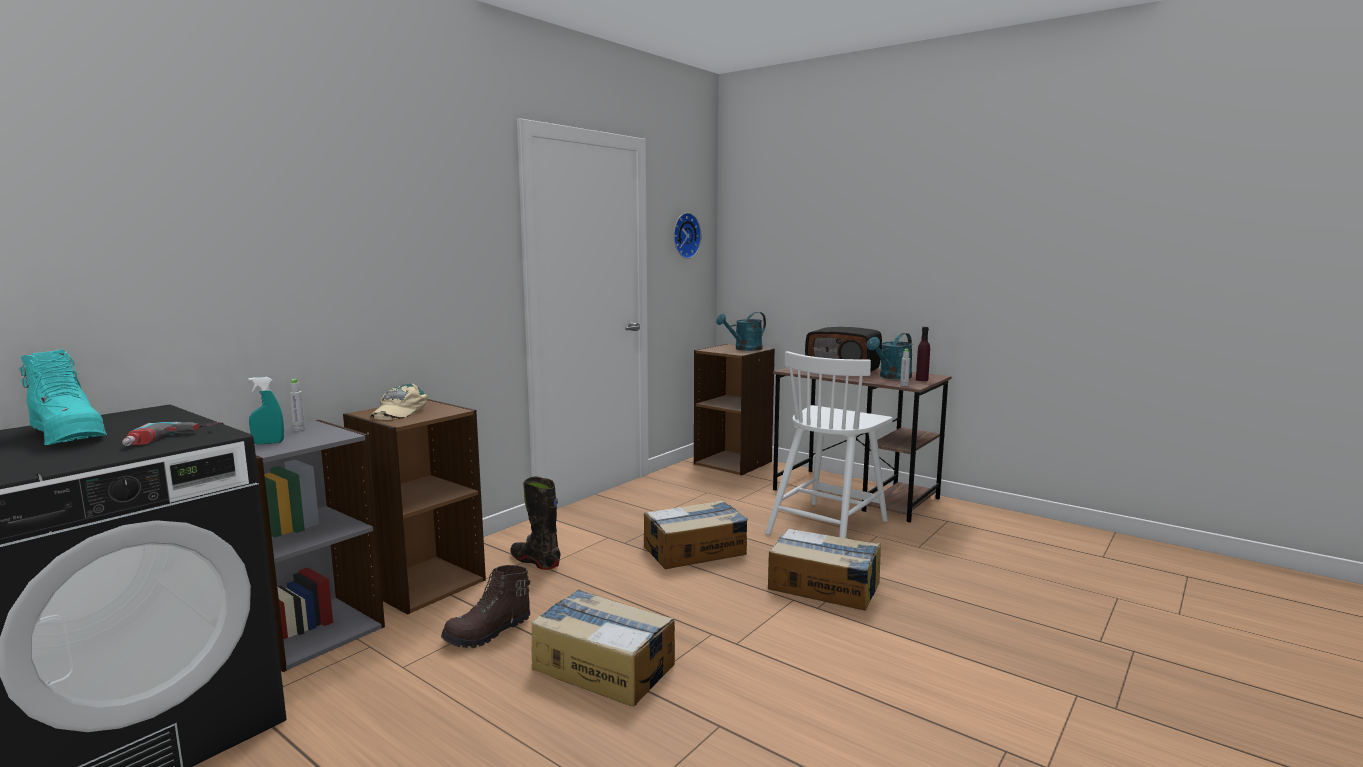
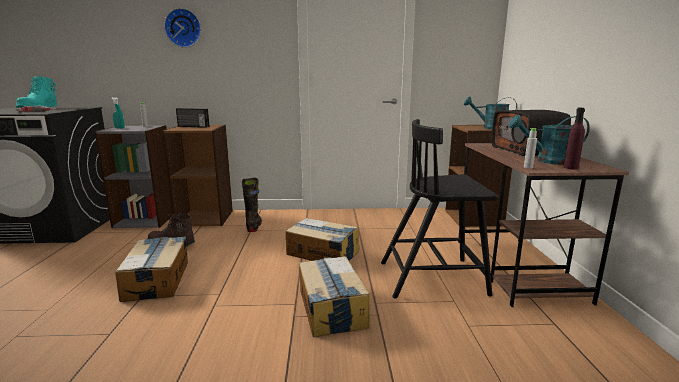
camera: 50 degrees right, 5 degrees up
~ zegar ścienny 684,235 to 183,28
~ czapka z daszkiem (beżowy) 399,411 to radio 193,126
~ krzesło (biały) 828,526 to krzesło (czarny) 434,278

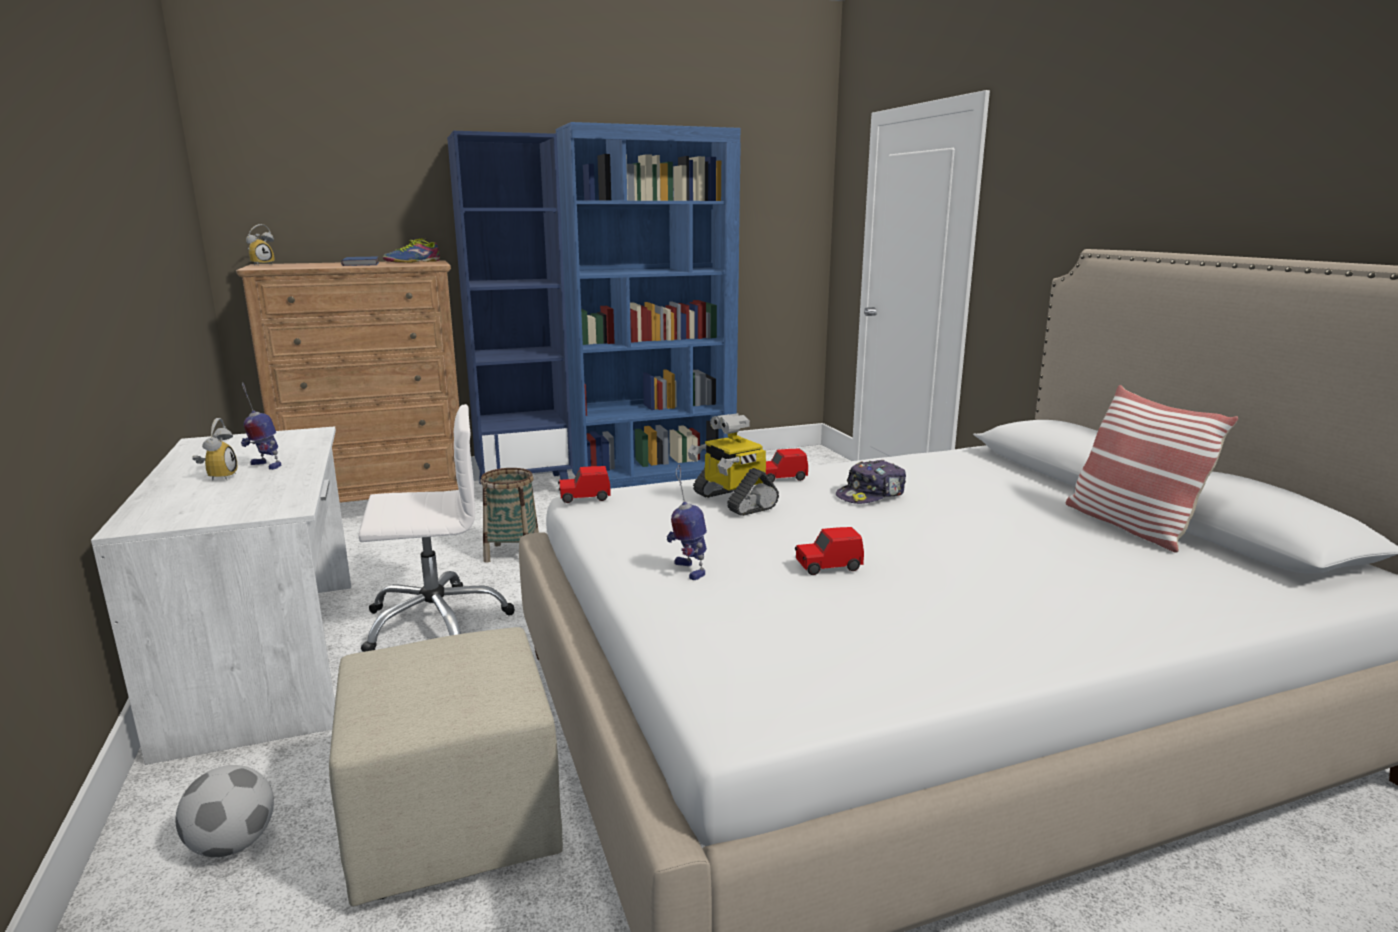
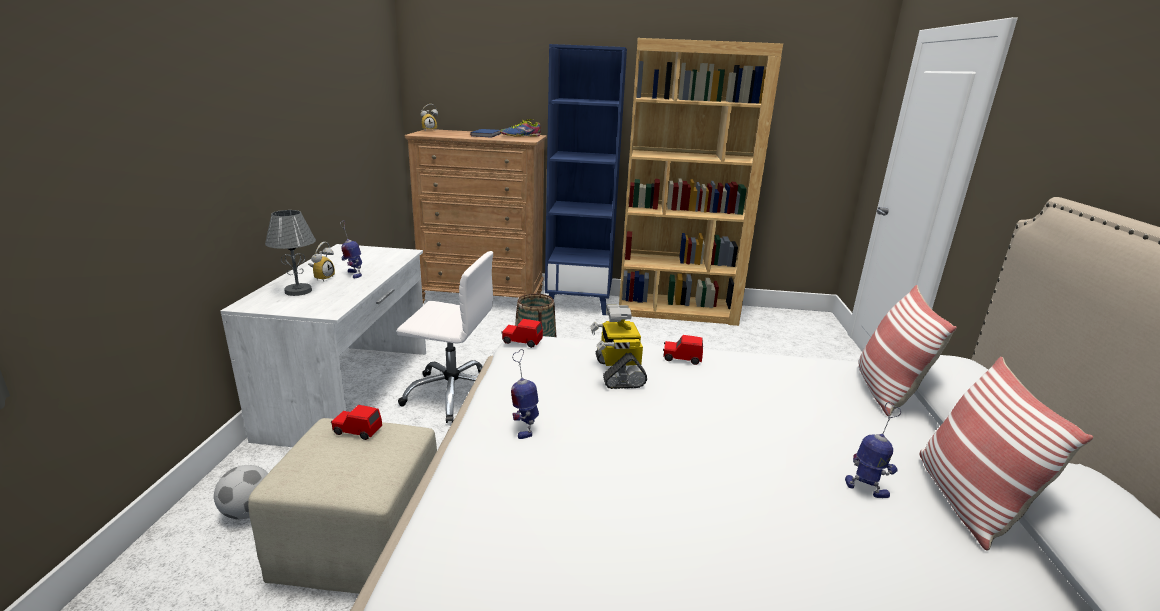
camera: 25 degrees right, 5 degrees up
+ lampa stołowa (szary) 298,291
~ samochodzik (czerwony) 828,566 to 357,431
~ regał (niebieski) 654,473 to regał (brązowy) 677,310
+ robot zabawkowy 866,489
+ poduszka 885,390
- czapka z daszkiem 871,495

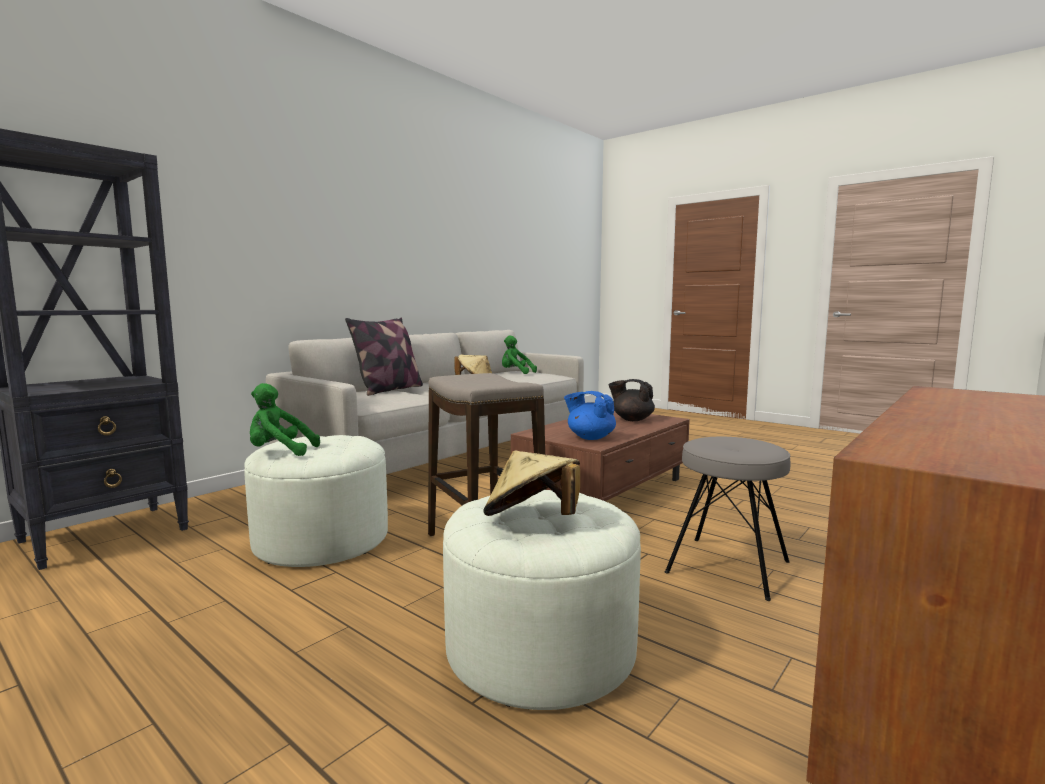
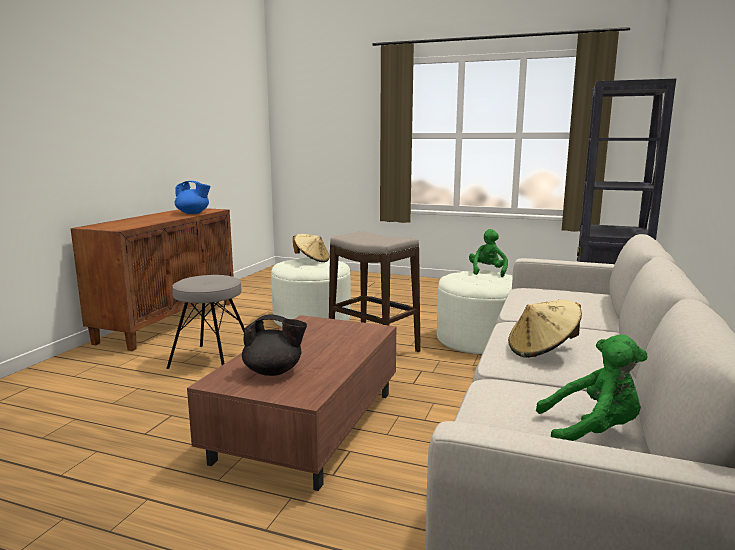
camera: 160 degrees right, 5 degrees up
~ imbryk (niebieski) 590,437 to 193,213
~ pluszak (zielony) 279,452 = 487,272 60 degrees counterclockwise
- poduszka 389,390

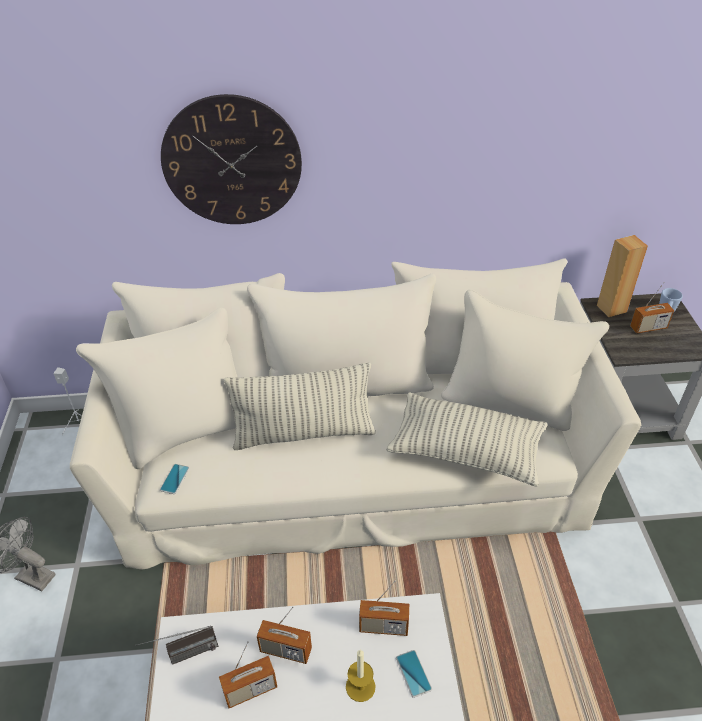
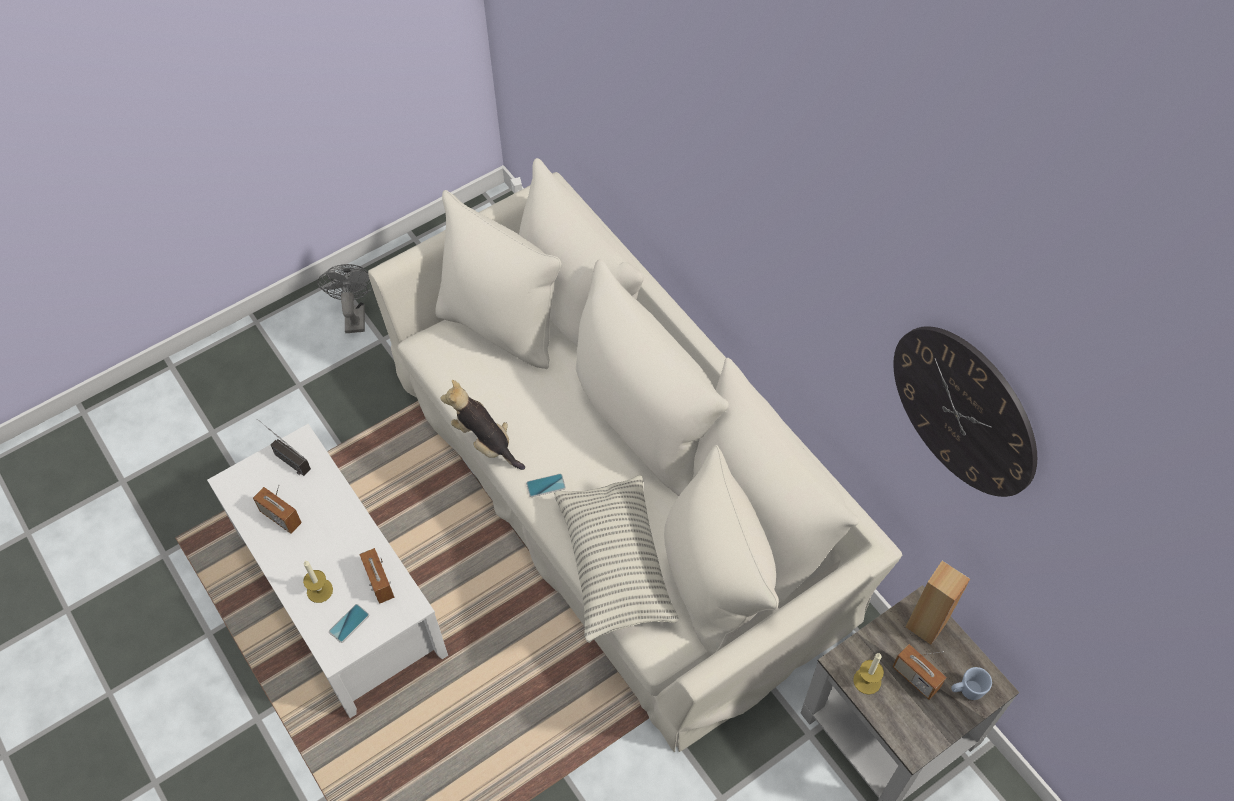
camera: 60 degrees right, 15 degrees up
+ pluszak 485,442
~ telefon 175,479 to 546,485
+ świeca 867,681
~ zegar ścienny 232,162 to 964,410
- poduszka 304,433
- radio 285,650

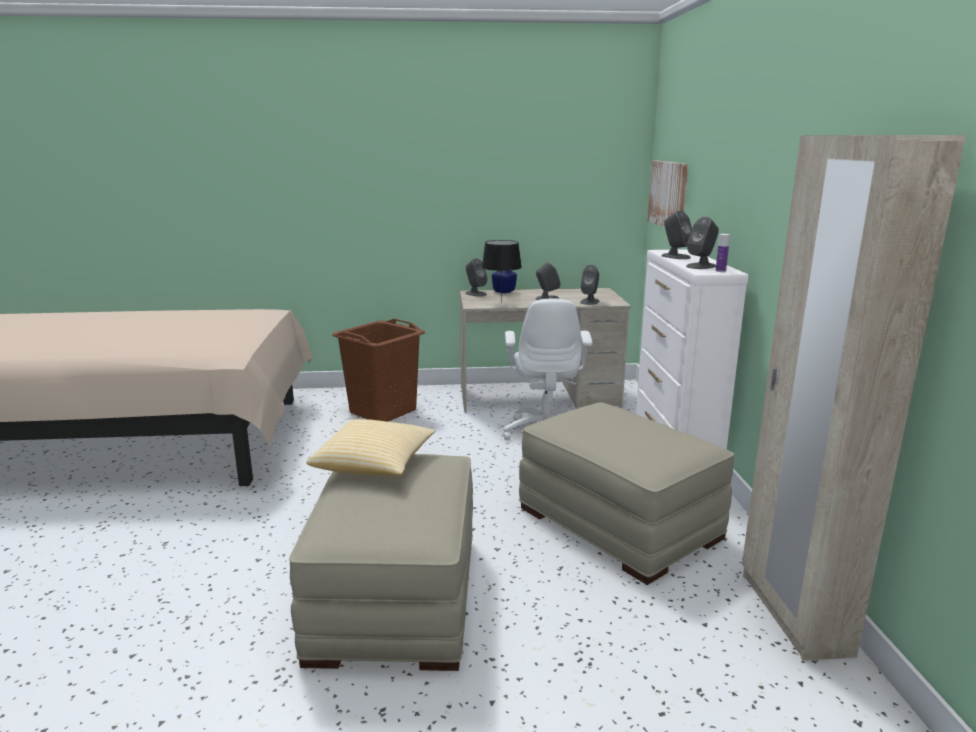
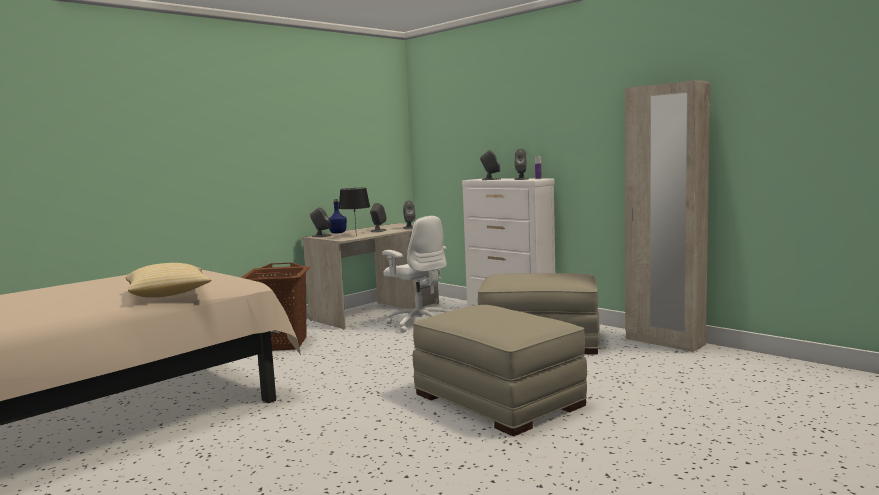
camera: 40 degrees left, 10 degrees down
~ poduszka 374,465 to 169,294
- obraz 669,194

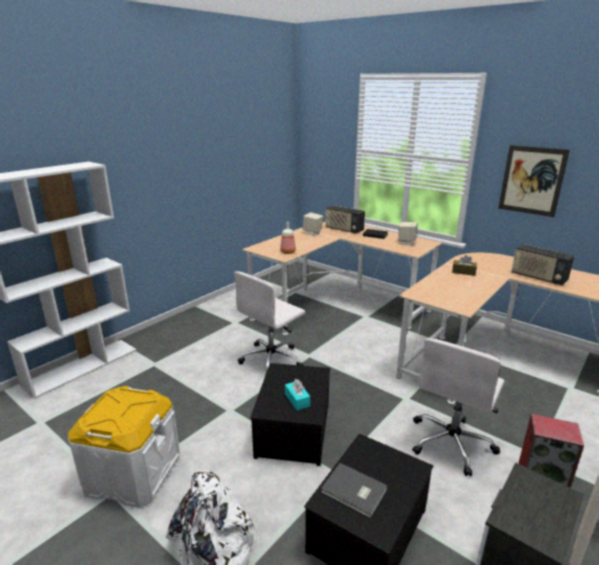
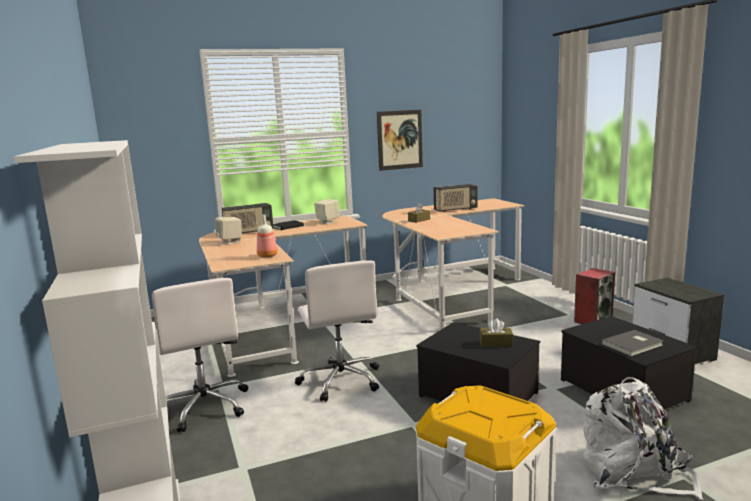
camera: 60 degrees left, 10 degrees down
~ krzesło biurowe (biały) 451,443 to 204,406
~ pudełko chusteczek (turkusowy) 297,400 to pudełko chusteczek (brązowy) 496,343

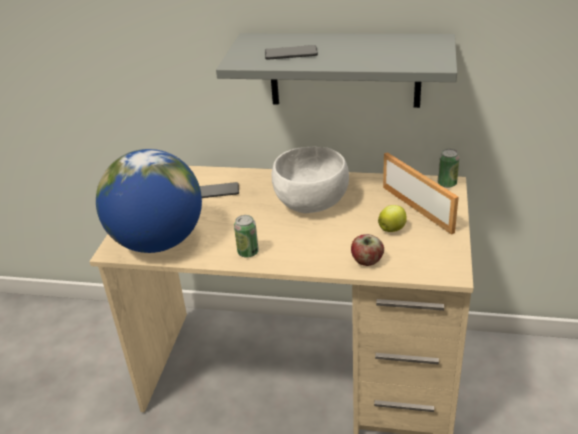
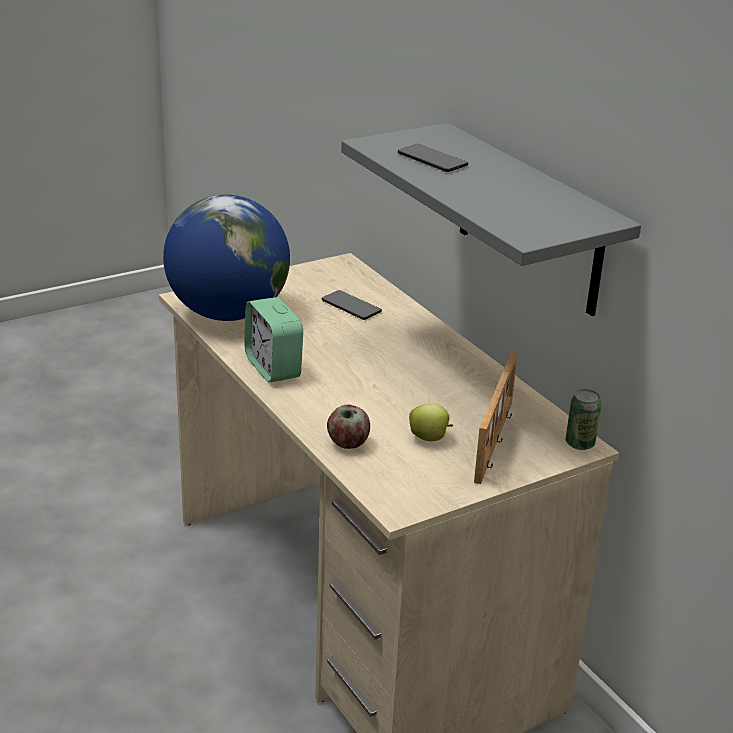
camera: 45 degrees right, 5 degrees down
~ puszka 248,252 to budzik 273,367
- miska (biały) 312,202

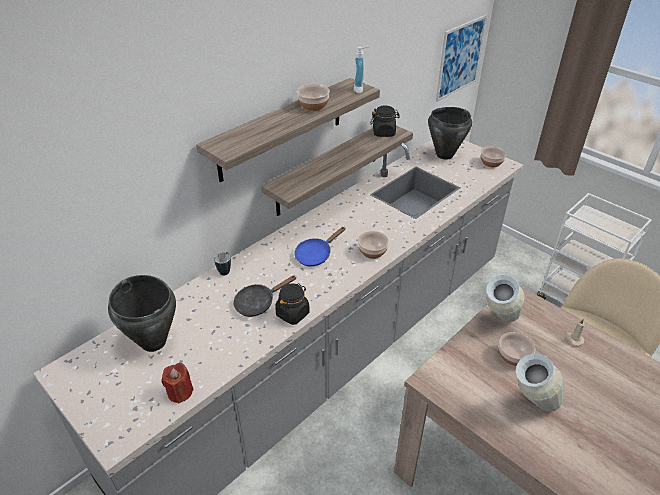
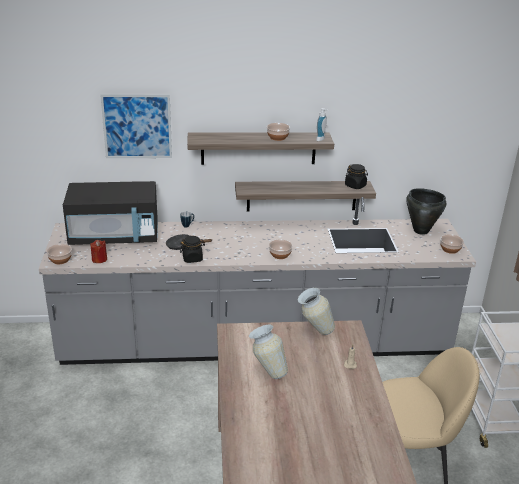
camera: 40 degrees right, 10 degrees down
~ miska 513,356 to 60,260
~ garnek (czarny) 154,341 to mikrofalówka (czarny) 115,236
~ obraz 460,58 to 137,126
- patelnia (niebieski) 316,255

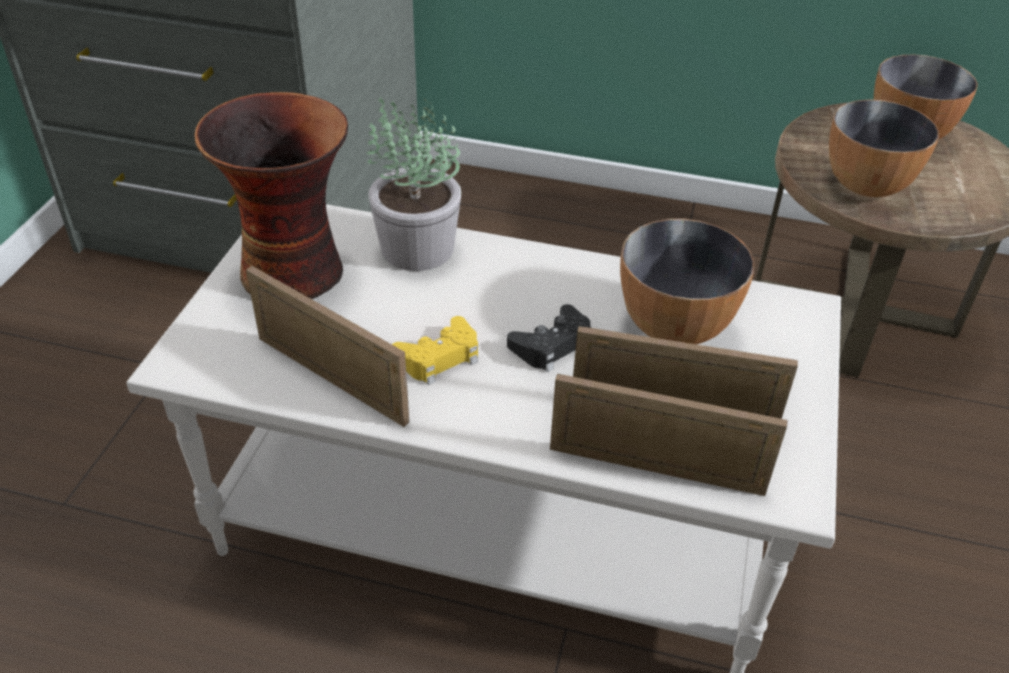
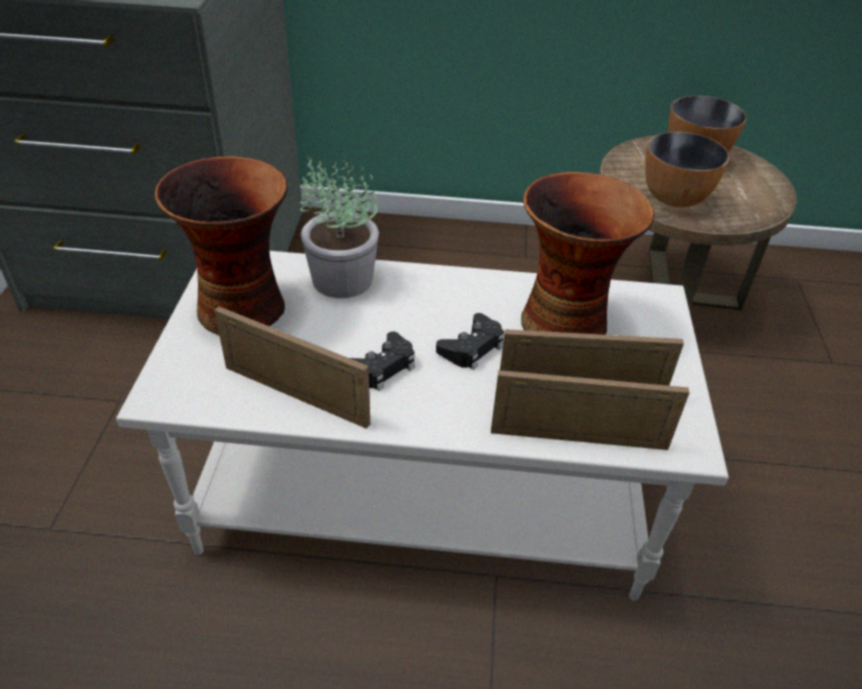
camera: 10 degrees left, 0 degrees up
~ pad do gier (żółty) 439,357 to pad do gier (czarny) 382,367
~ miska 675,326 to wazon 564,321

